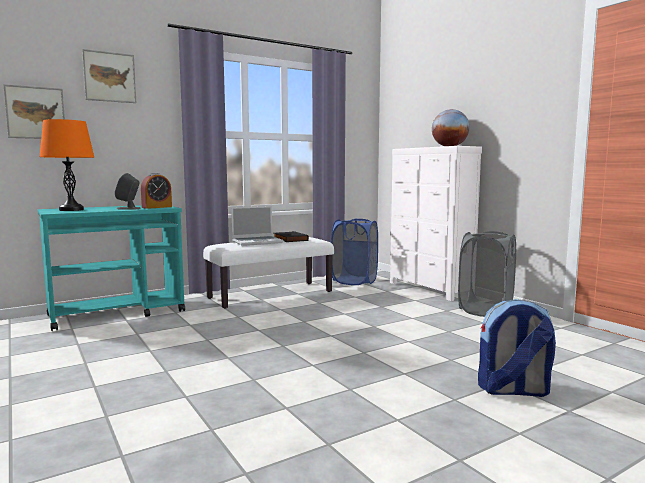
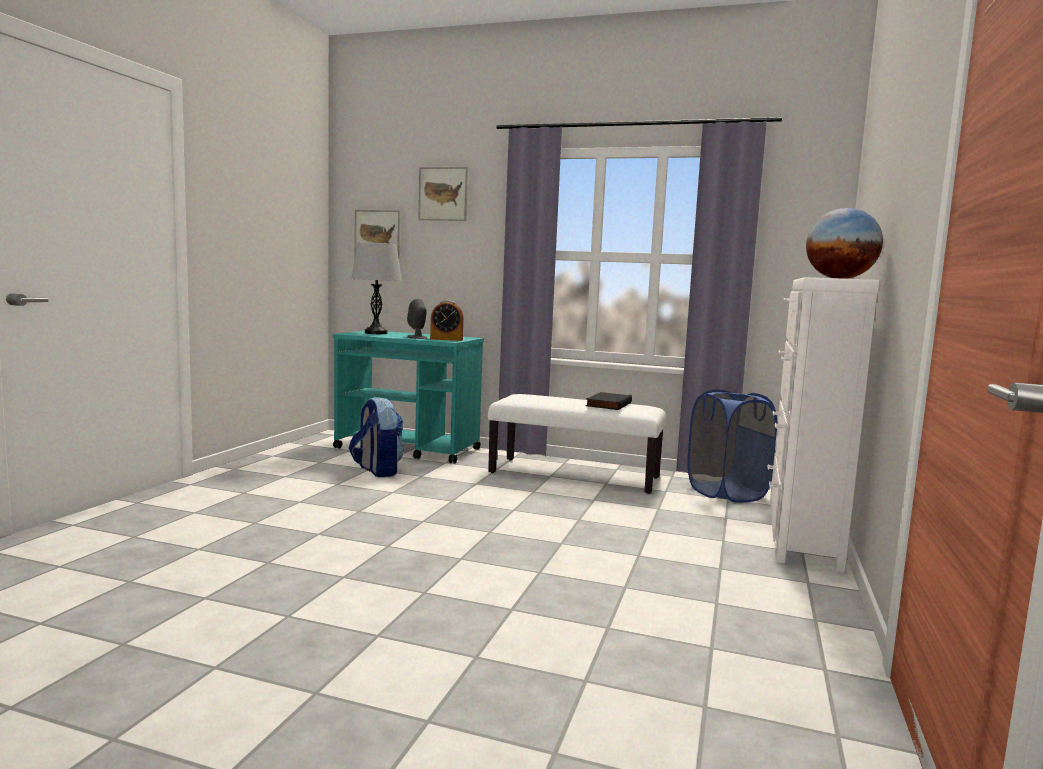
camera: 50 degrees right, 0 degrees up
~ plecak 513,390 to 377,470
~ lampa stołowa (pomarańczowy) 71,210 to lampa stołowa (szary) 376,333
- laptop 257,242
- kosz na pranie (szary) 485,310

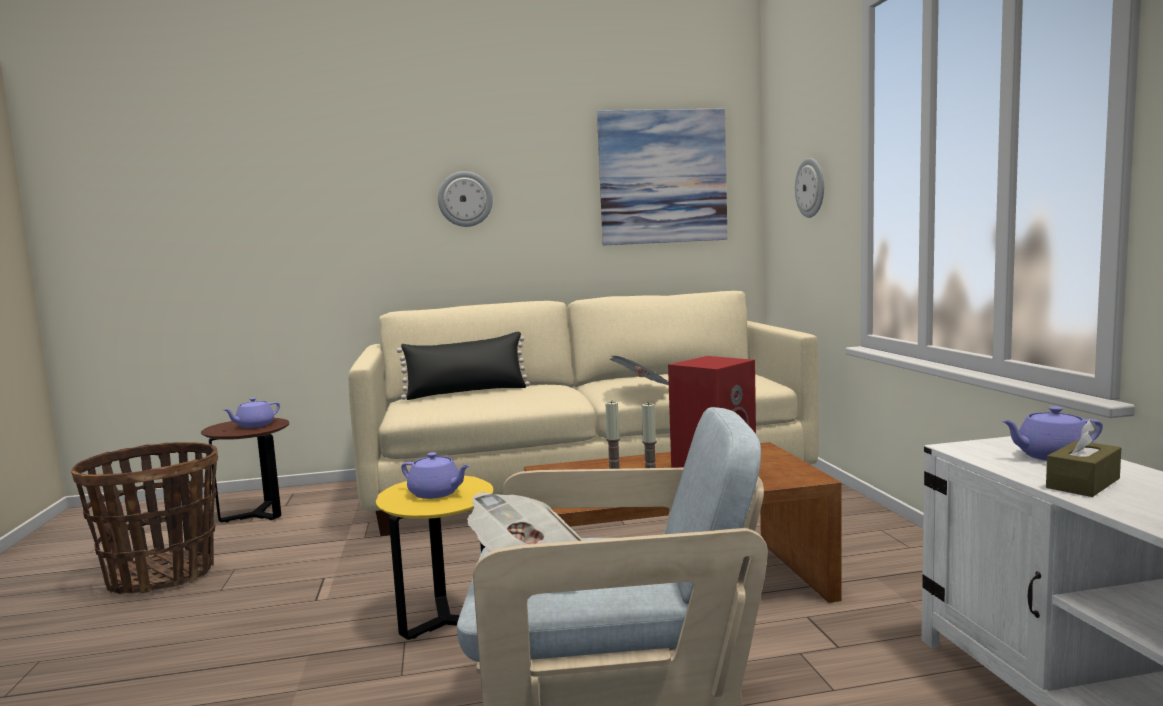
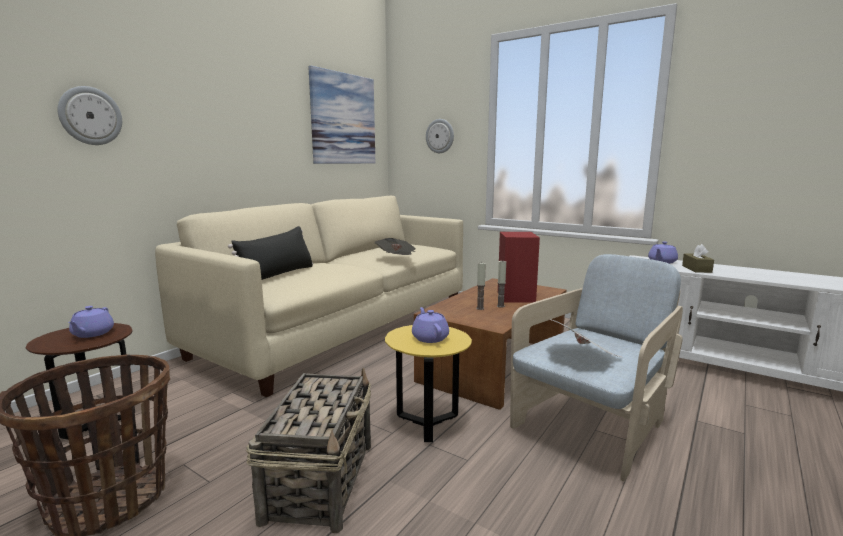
camera: 45 degrees left, 5 degrees up
~ zegar ścienny 465,199 to 90,116
+ koszyk 321,480
~ imbryk (fioletowy) 436,493 = 430,338 90 degrees counterclockwise

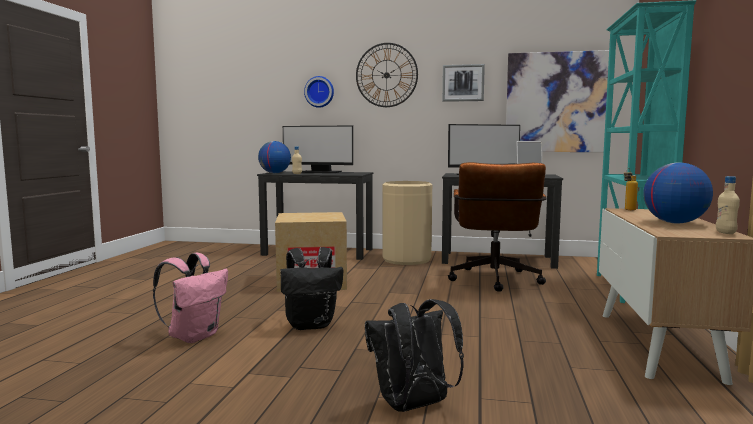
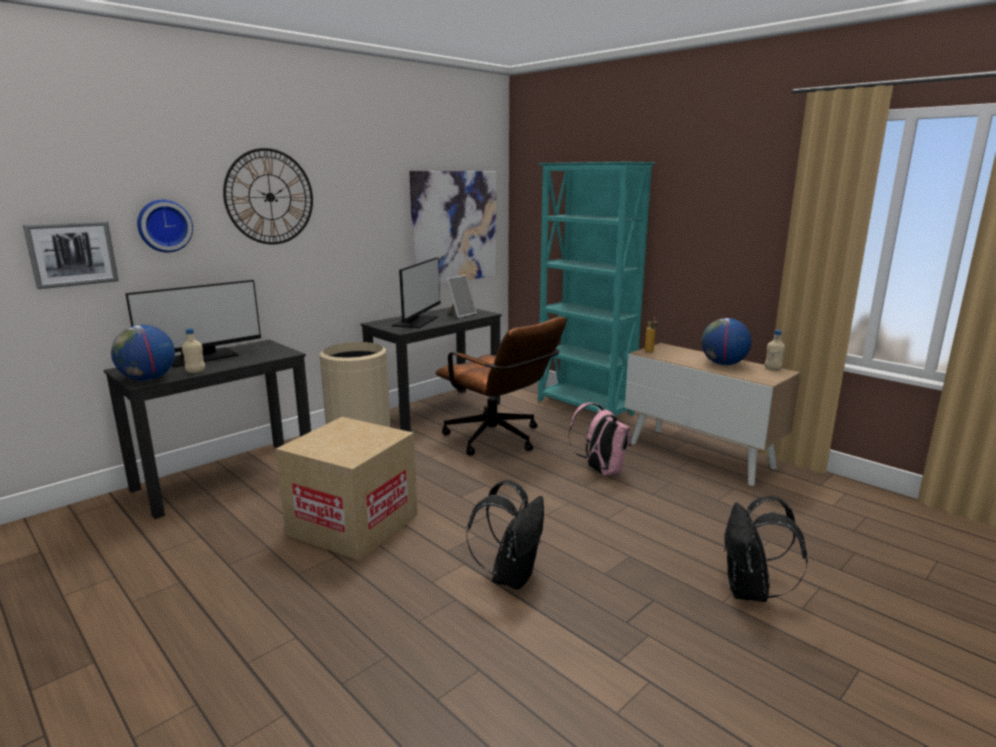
camera: 55 degrees left, 10 degrees up
~ obraz 463,83 to 72,254
~ plecak (różowy) 194,336 to 600,471

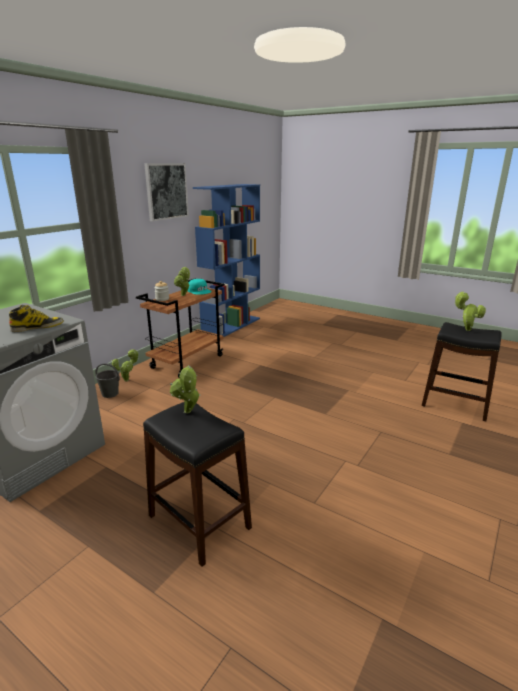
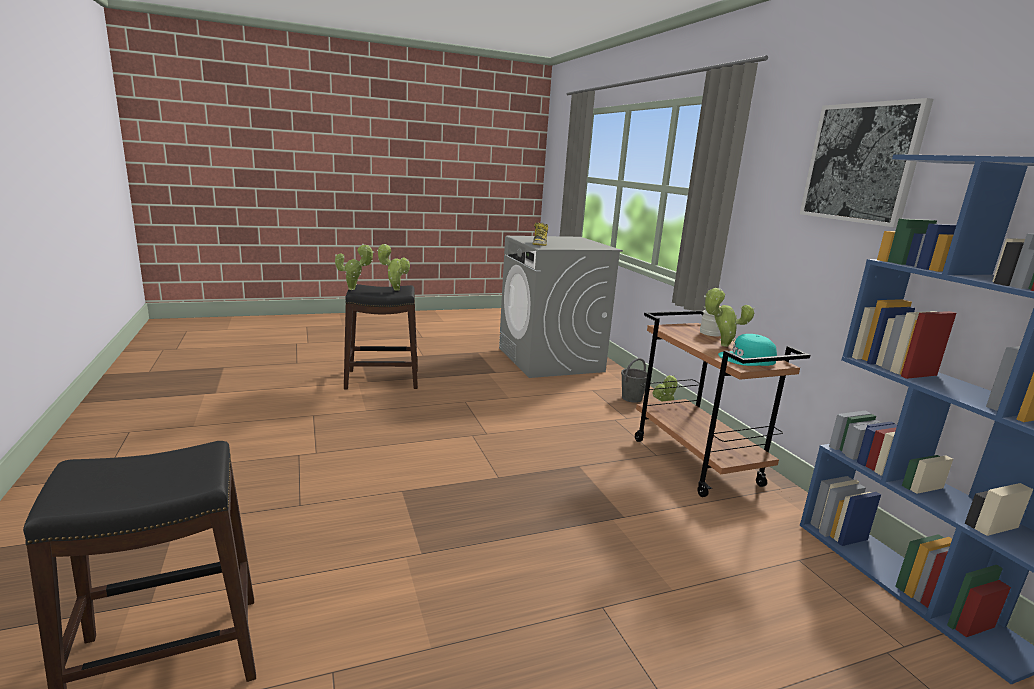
camera: 125 degrees right, 5 degrees down
~ roślina doniczkowa 465,329 to 354,289

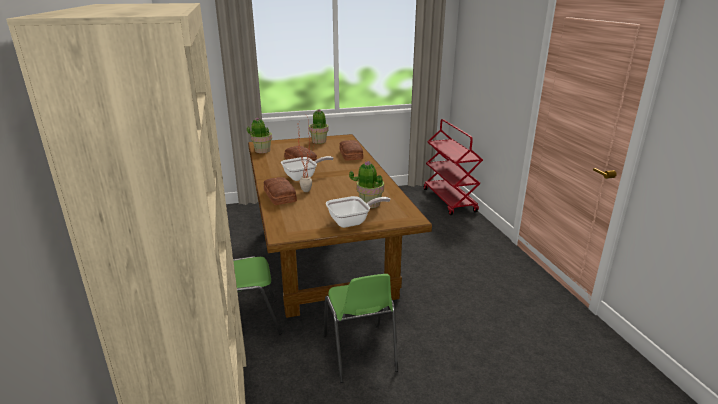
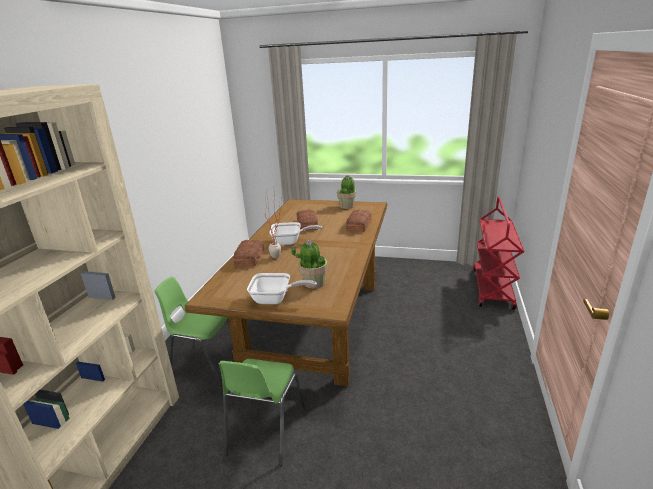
camera: 30 degrees right, 0 degrees up
- roślina doniczkowa 262,150

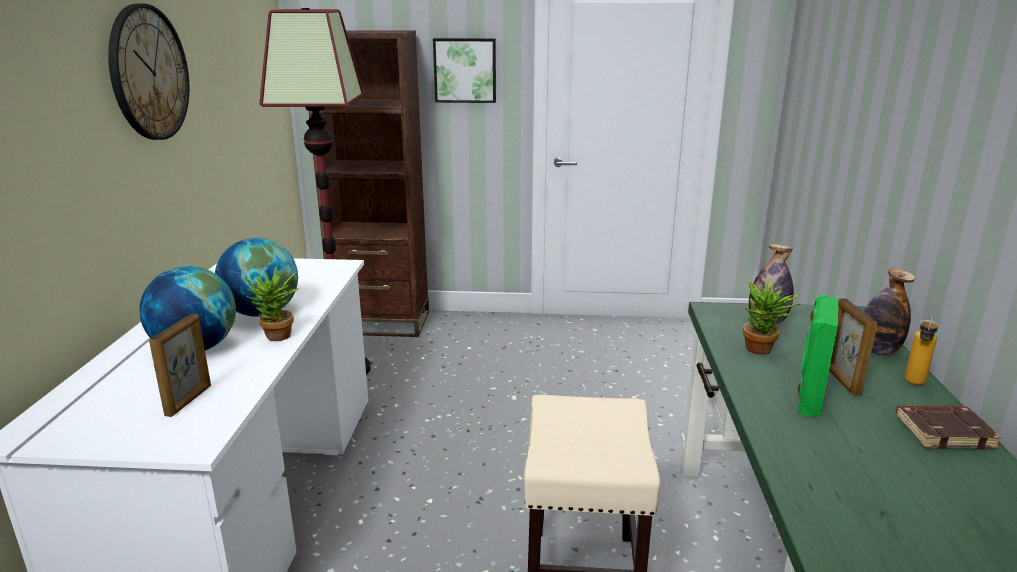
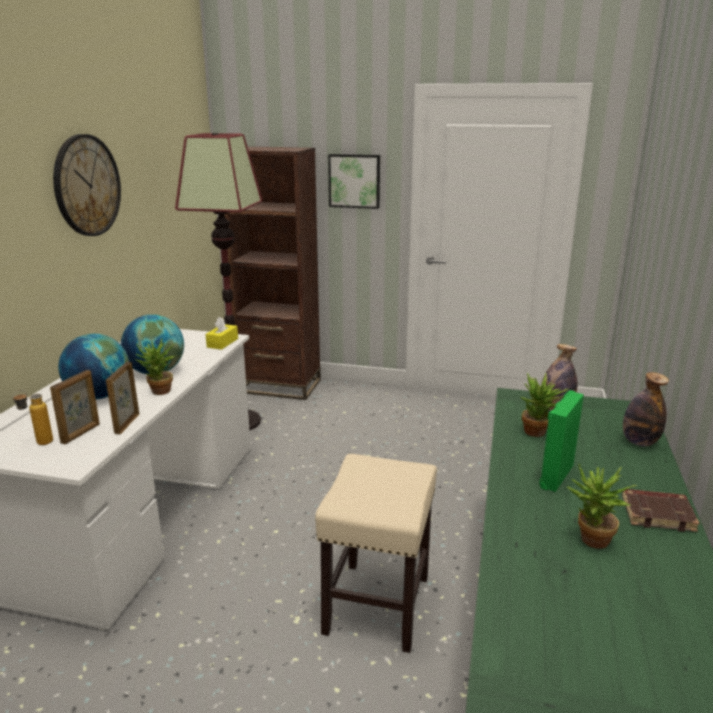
camera: 10 degrees right, 0 degrees up
~ butelka 914,384 to 38,444
~ ramka na zdjęcie 842,381 to 126,424
+ pudełko chusteczek (żółty) 222,343
+ roślina doniczkowa 590,542

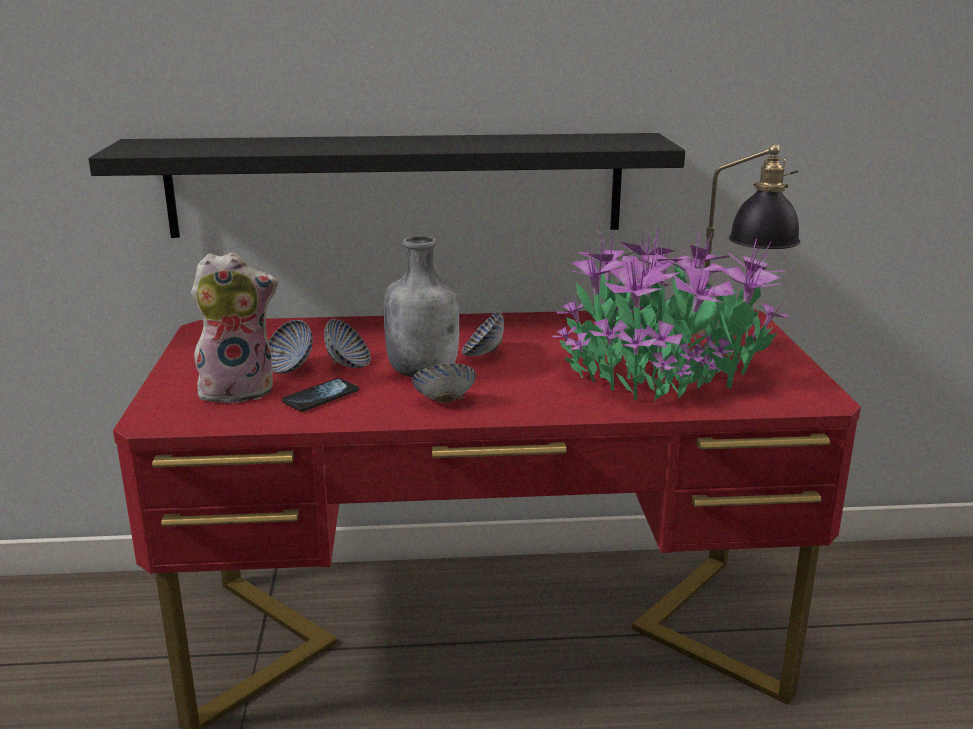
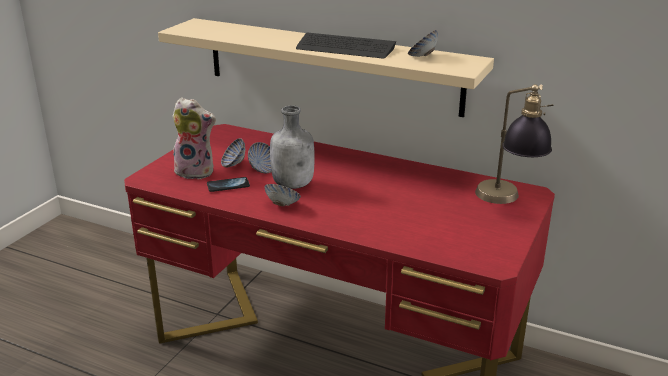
camera: 30 degrees right, 5 degrees up
~ półka (czarny) 396,185 to półka (beżowy) 330,65
+ klawiatura 345,48
~ miska 483,354 to 422,56
- roślina doniczkowa 662,374

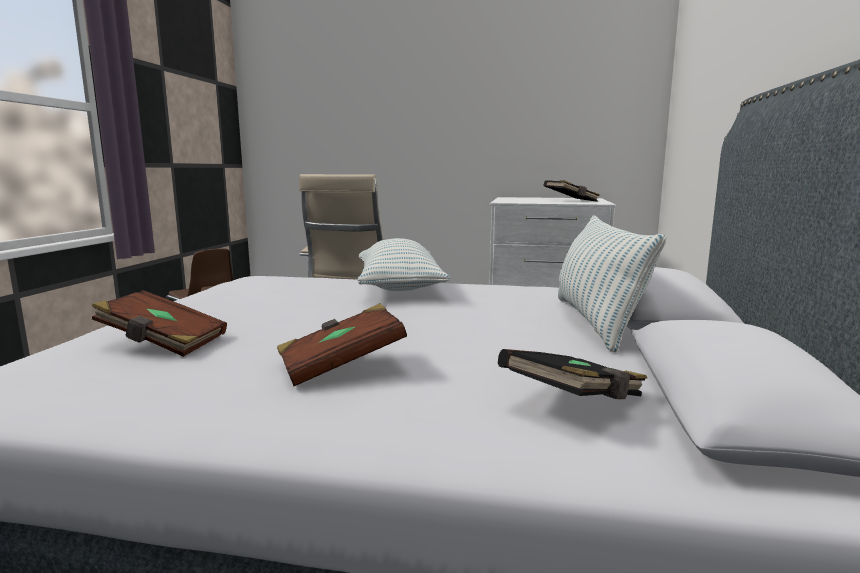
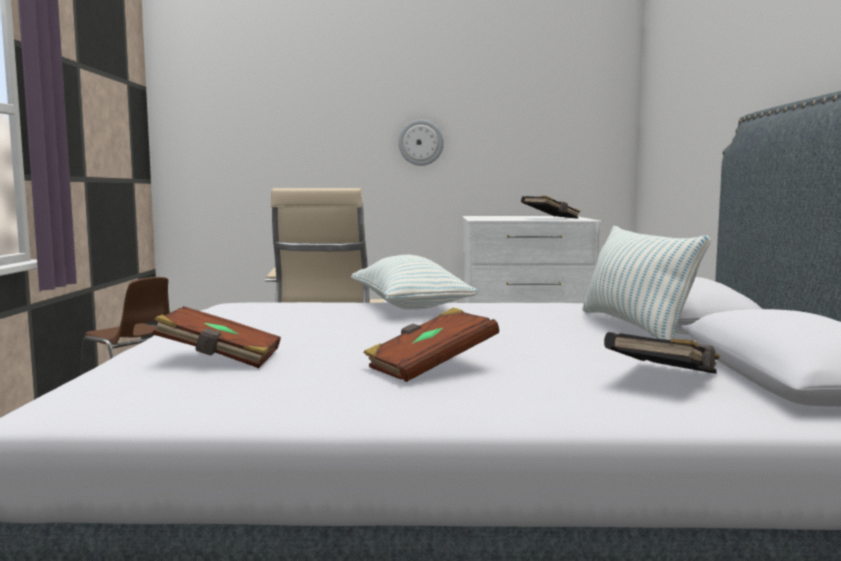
camera: 10 degrees left, 5 degrees down
+ zegar ścienny 421,142

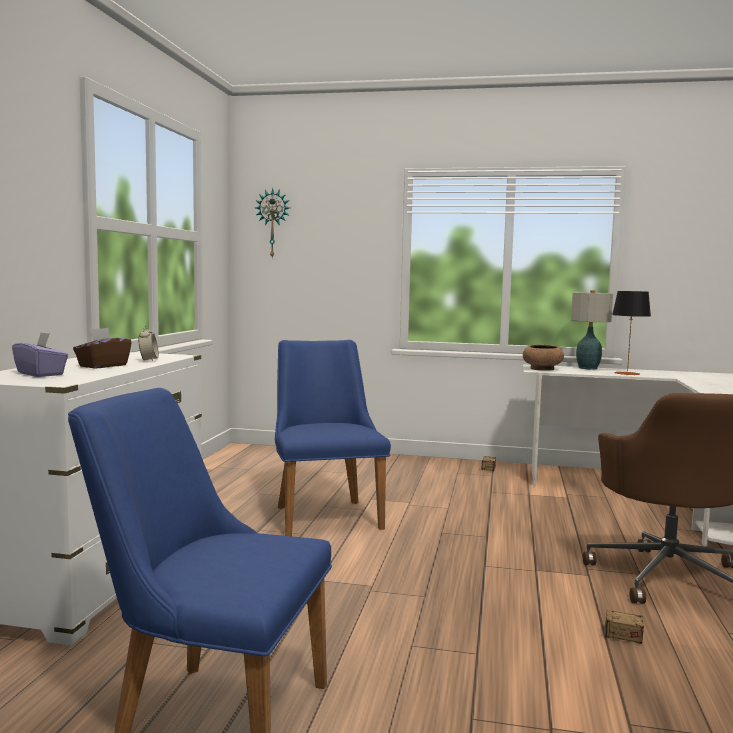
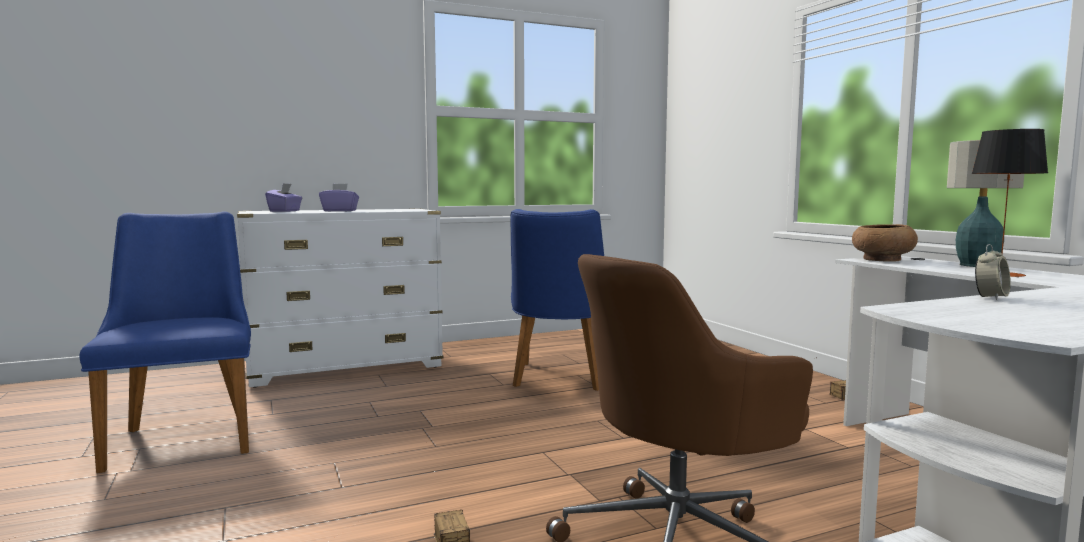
camera: 55 degrees right, 0 degrees up
~ pudełko chusteczek (brązowy) 103,366 to pudełko chusteczek (fioletowy) 340,211
~ krzesło (niebieski) 324,514 = 559,379 150 degrees clockwise
~ budzik 148,360 to 991,297
- zegar ścienny 273,223

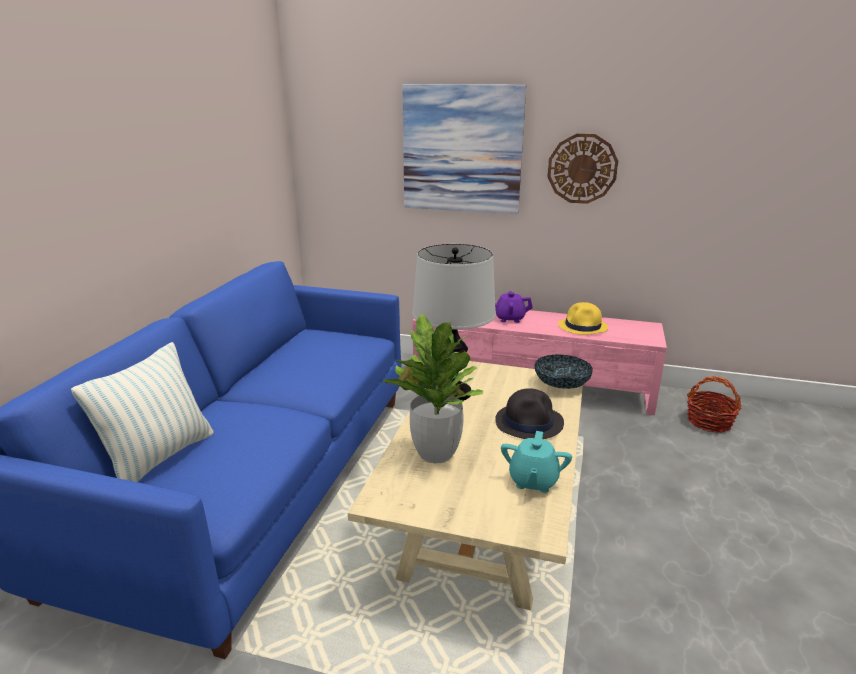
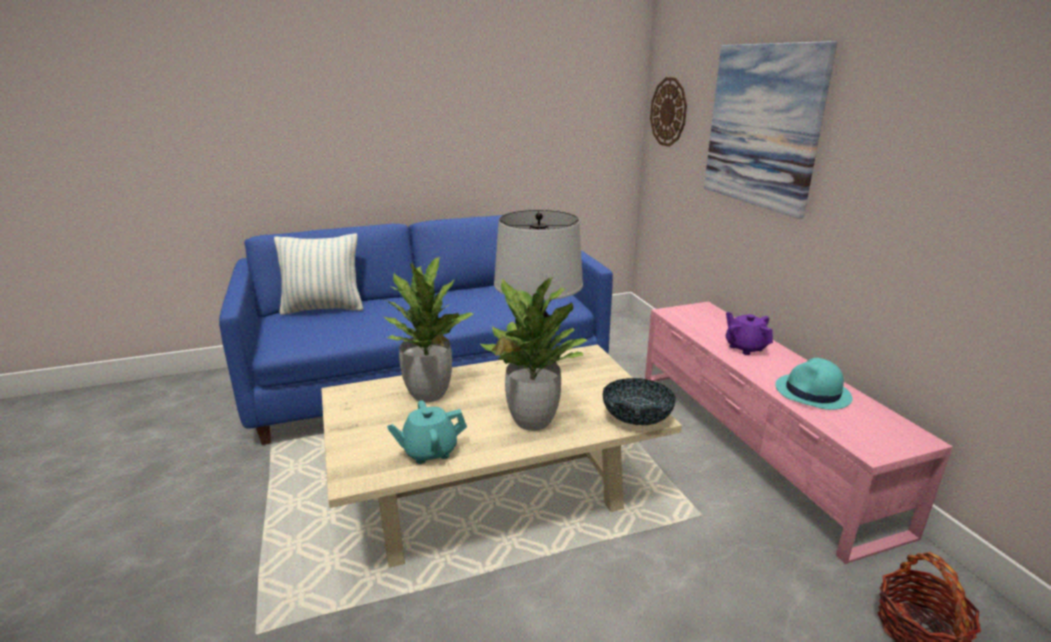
camera: 55 degrees right, 0 degrees up
~ kapelusz (czarny) 529,422 to roślina doniczkowa 532,421
~ zegar ścienny 582,169 to 668,112
~ kapelusz (żółty) 583,327 to kapelusz (turkusowy) 812,393

